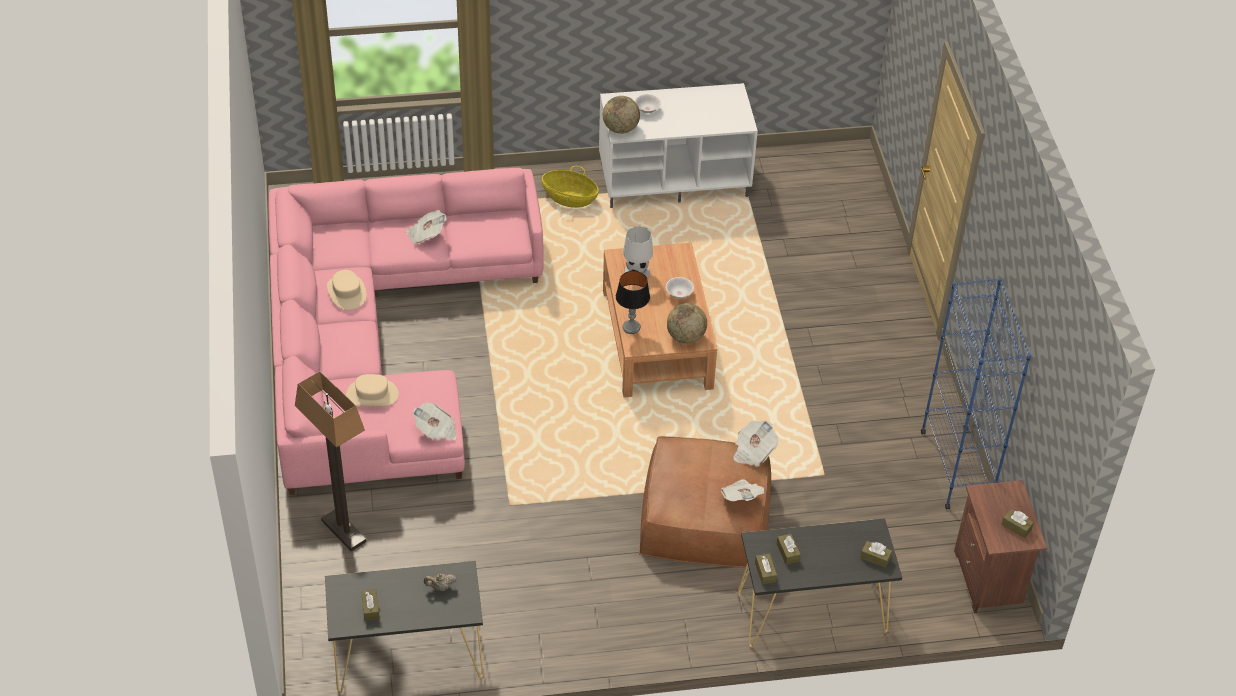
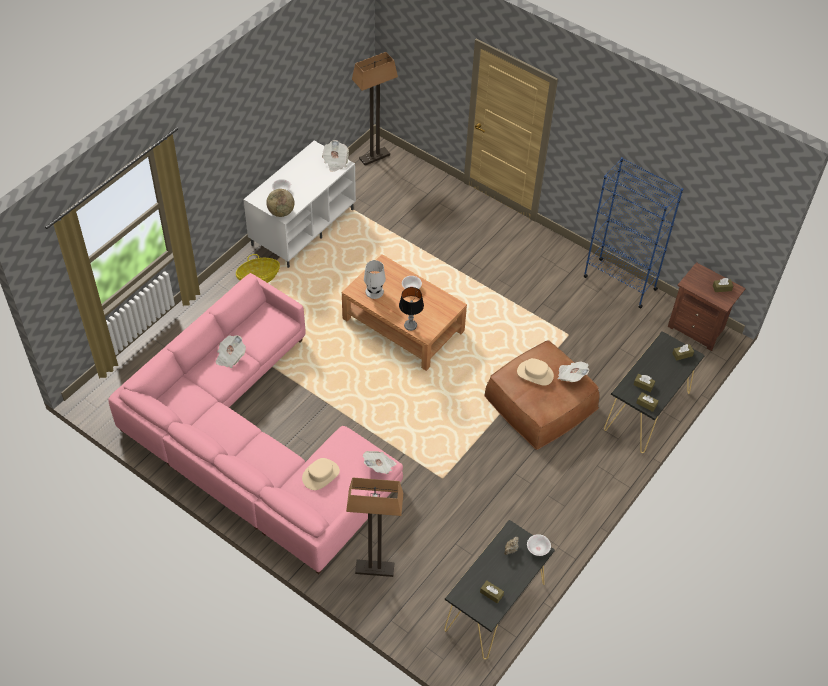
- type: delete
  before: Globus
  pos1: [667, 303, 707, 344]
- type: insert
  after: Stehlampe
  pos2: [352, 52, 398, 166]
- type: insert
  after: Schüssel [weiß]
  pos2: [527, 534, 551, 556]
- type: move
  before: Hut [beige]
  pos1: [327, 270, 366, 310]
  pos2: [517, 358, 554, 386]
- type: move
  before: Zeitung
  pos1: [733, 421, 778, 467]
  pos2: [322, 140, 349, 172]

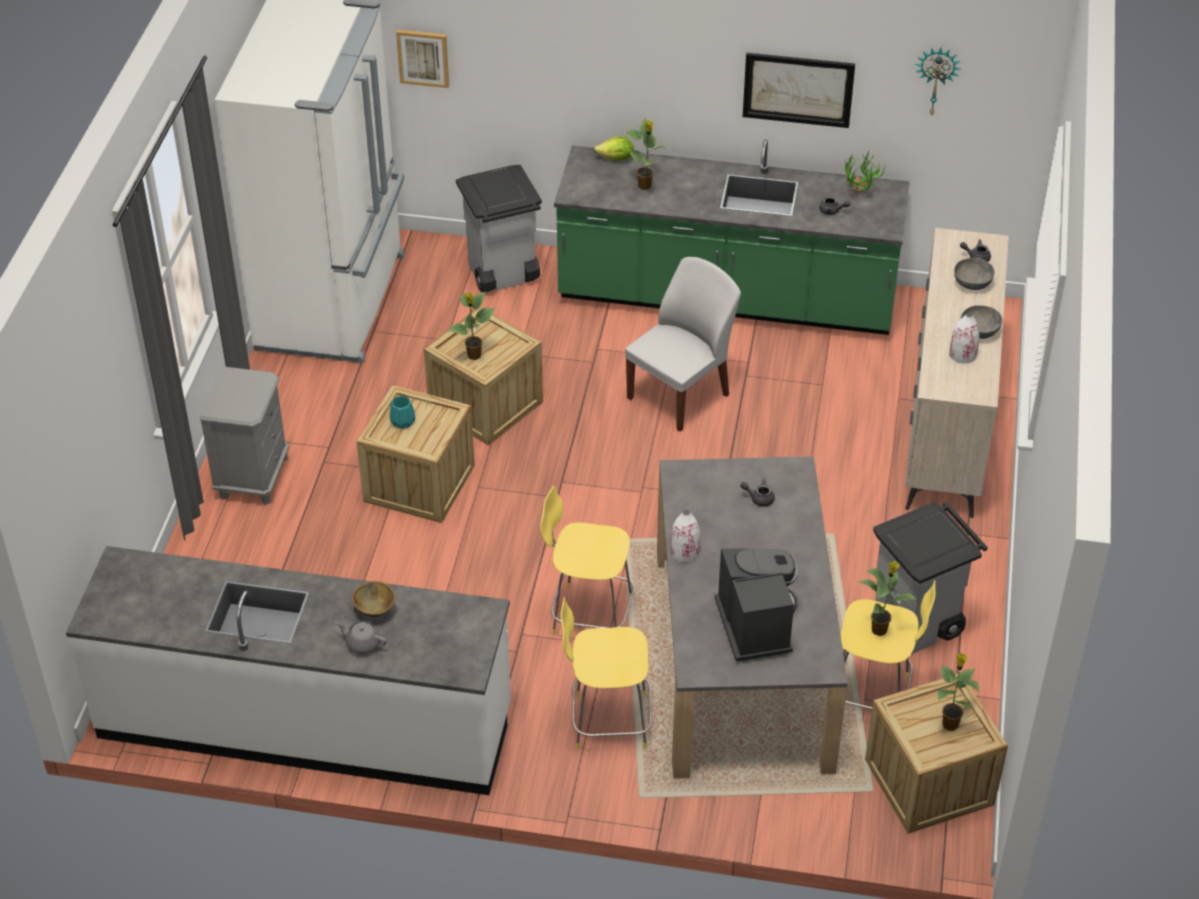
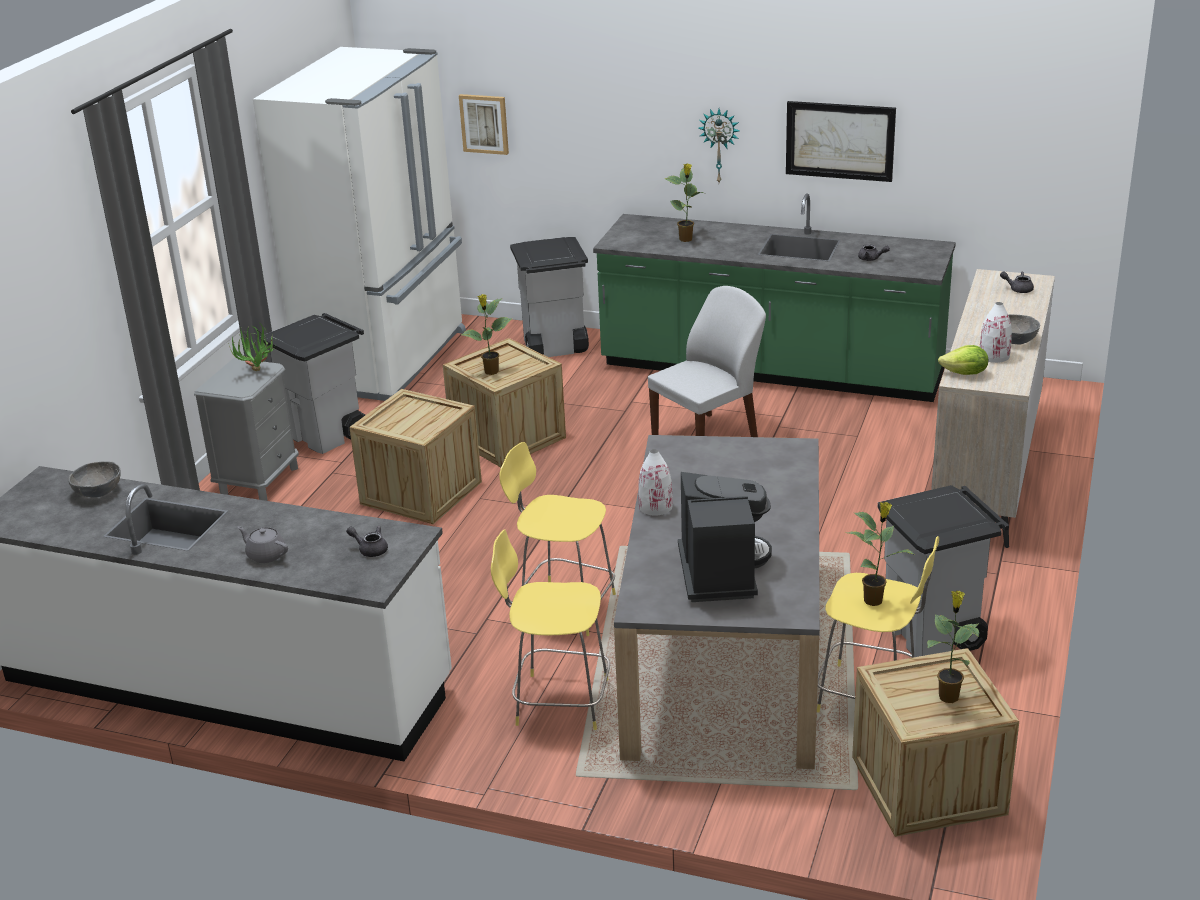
- type: delete
  before: Schüssel [braun]
  pos1: [352, 581, 395, 617]
- type: delete
  before: Vase [türkis]
  pos1: [390, 396, 415, 429]
- type: insert
  after: Mülleimer [grau]
  pos2: [260, 313, 365, 454]
- type: move
  before: Salatkopf
  pos1: [594, 136, 634, 161]
  pos2: [938, 345, 988, 375]
- type: move
  before: Teekanne [grau]
  pos1: [740, 479, 775, 507]
  pos2: [346, 526, 388, 557]
- type: move
  before: Topfpflanze
  pos1: [845, 150, 886, 192]
  pos2: [228, 322, 276, 371]
- type: move
  before: Wanduhr
  pos1: [915, 48, 961, 117]
  pos2: [698, 109, 740, 183]
- type: move
  before: Schüssel [grau]
  pos1: [954, 258, 995, 290]
  pos2: [68, 462, 121, 497]

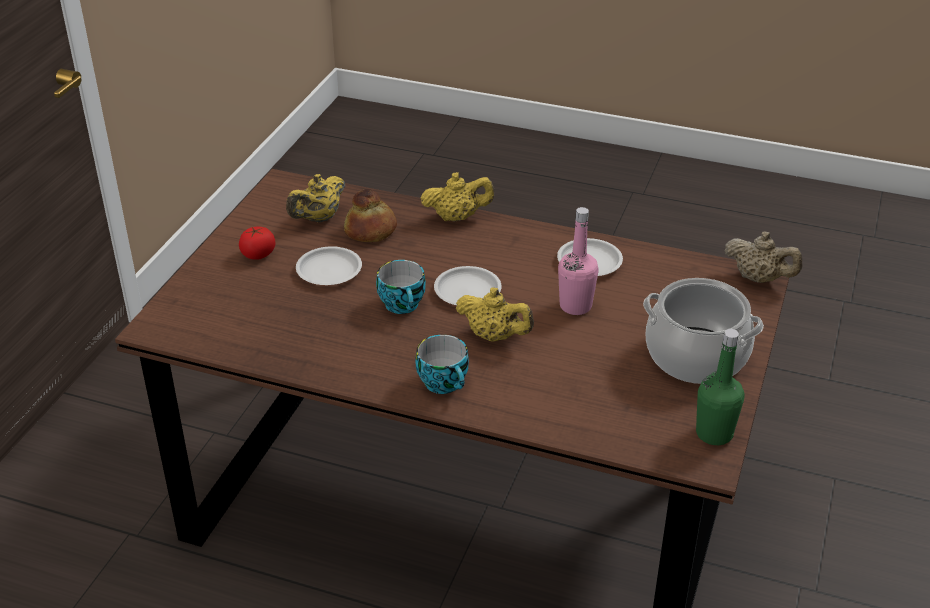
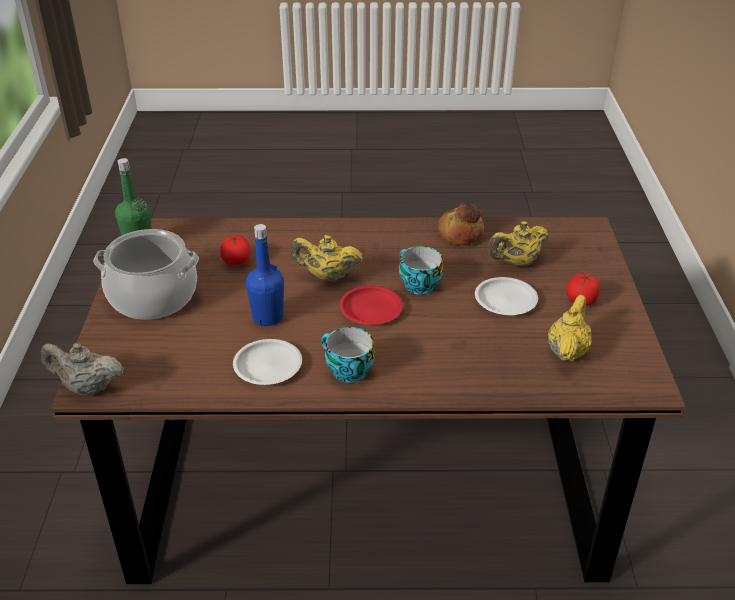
- type: insert
  after: Tomate
  pos2: [220, 235, 251, 265]
- type: move
  before: Brot
  pos1: [344, 189, 397, 242]
  pos2: [437, 202, 484, 245]
- type: move
  before: Tasse
  pos1: [415, 335, 469, 394]
  pos2: [321, 327, 375, 383]
- type: move
  before: Teekanne [gelb]
  pos1: [420, 172, 494, 221]
  pos2: [488, 221, 549, 267]
- type: recolor
  before: Teller [weiß]
  after: Teller [rot]
  pos1: [434, 266, 502, 305]
  pos2: [339, 286, 403, 325]
- type: recolor
  before: Flasche [rosa]
  after: Flasche [blau]
  pos1: [558, 207, 599, 315]
  pos2: [246, 224, 284, 326]

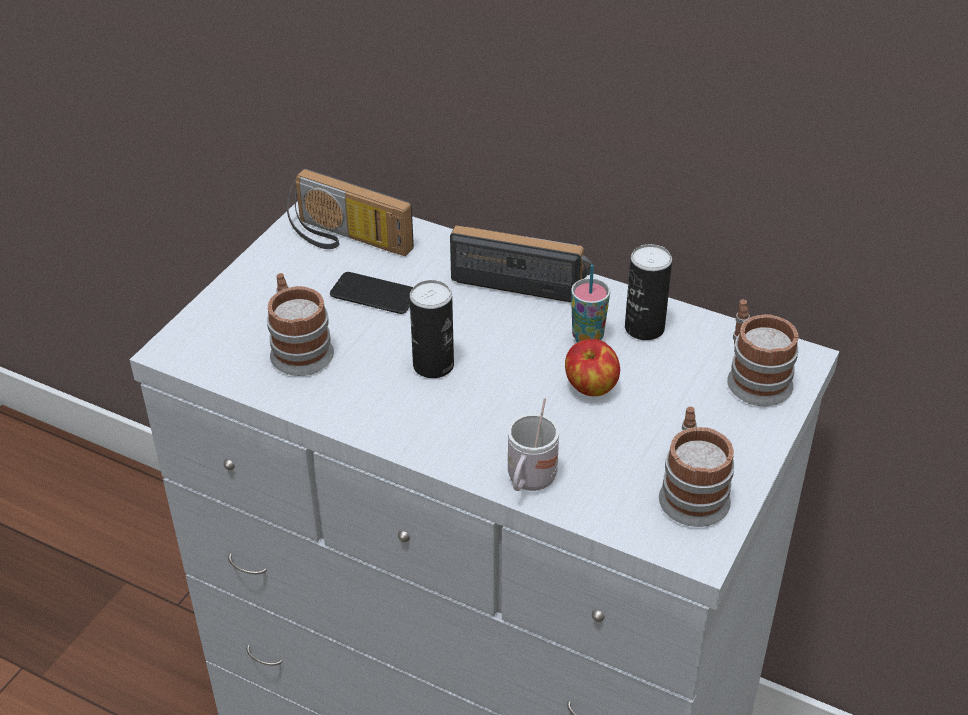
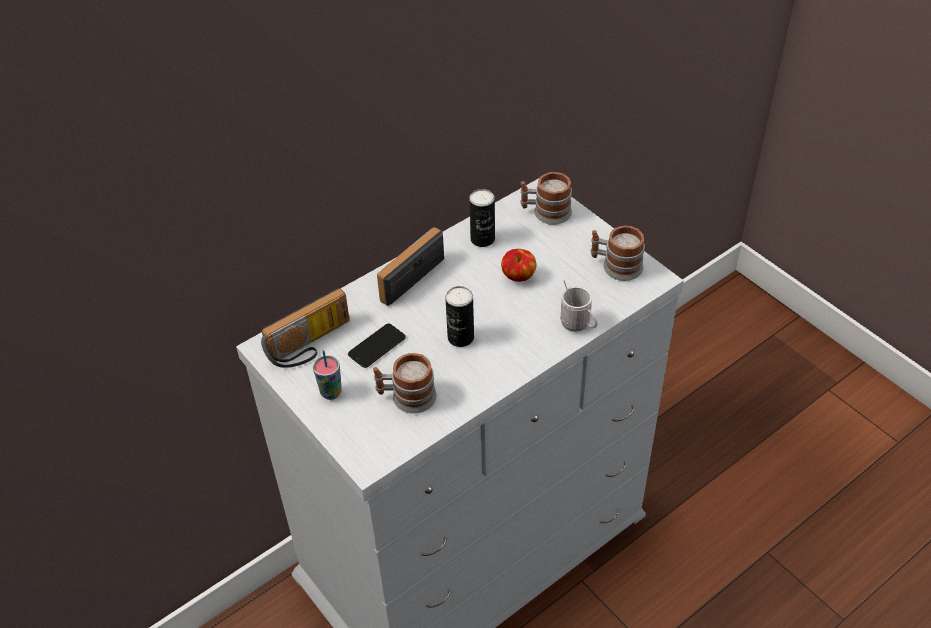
- type: move
  before: Tasse
  pos1: [571, 265, 610, 343]
  pos2: [313, 350, 342, 400]

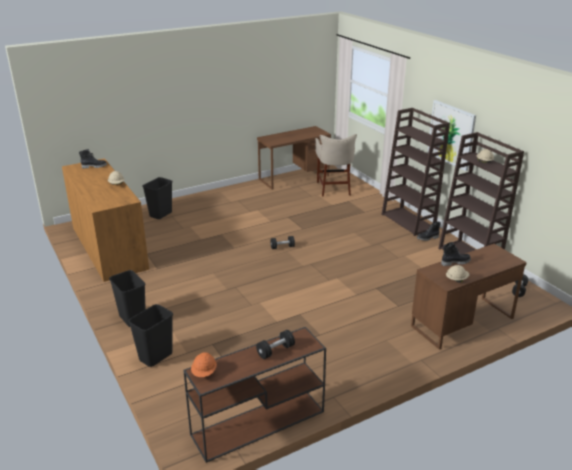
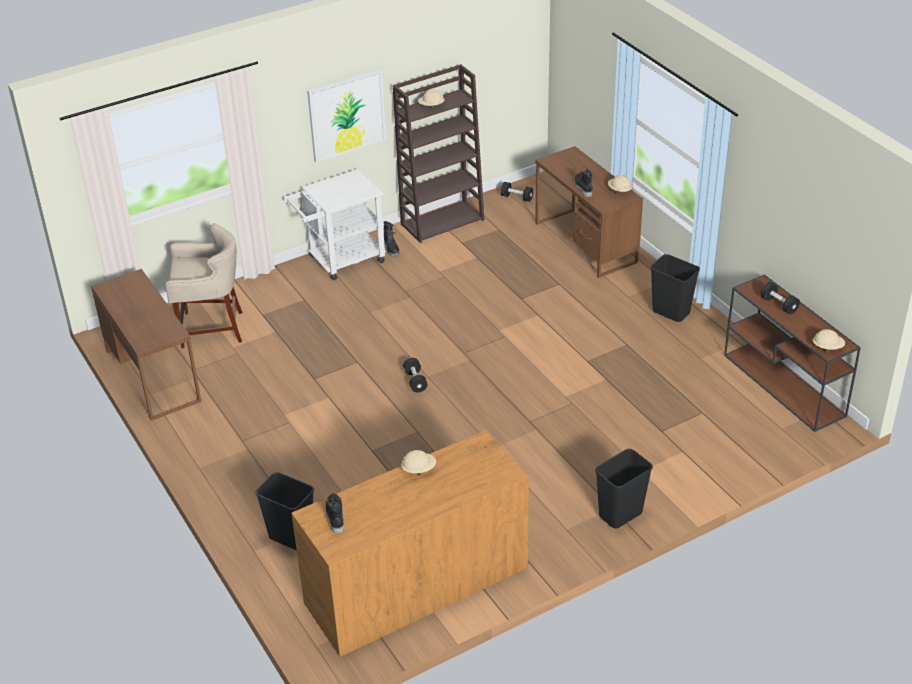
- type: move
  before: Mülleimer [schwarz]
  pos1: [128, 304, 173, 367]
  pos2: [650, 254, 700, 322]
- type: replace
  before: Bücherregal [braun]
  after: Rollwagen [weiß]
  pos1: [382, 108, 450, 236]
  pos2: [284, 169, 386, 280]
- type: recolor
  before: Schutzhelm [orange]
  after: Schutzhelm [beige]
  pos1: [191, 352, 217, 377]
  pos2: [813, 329, 845, 352]

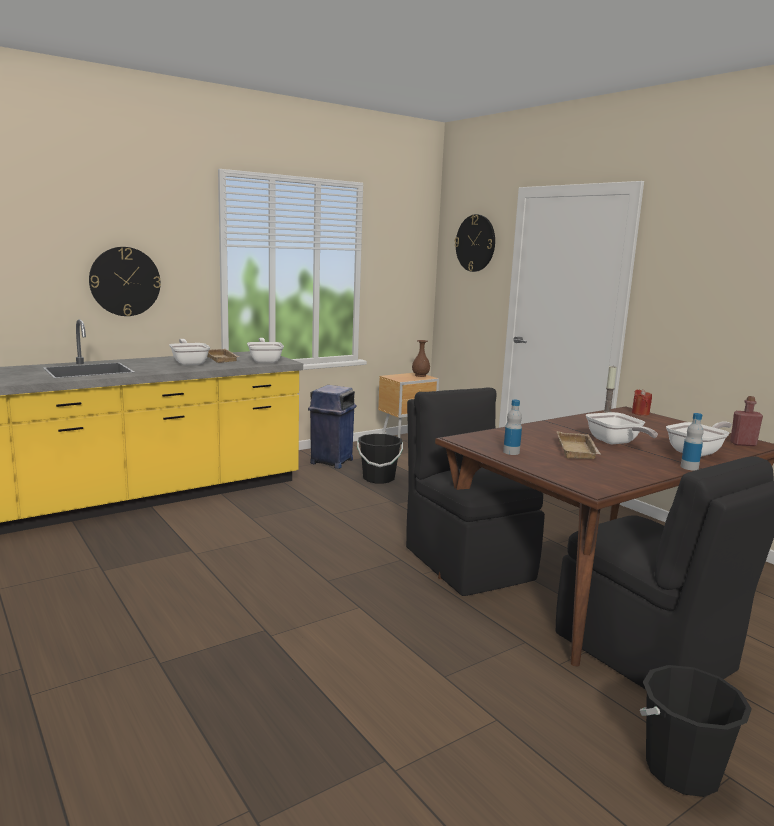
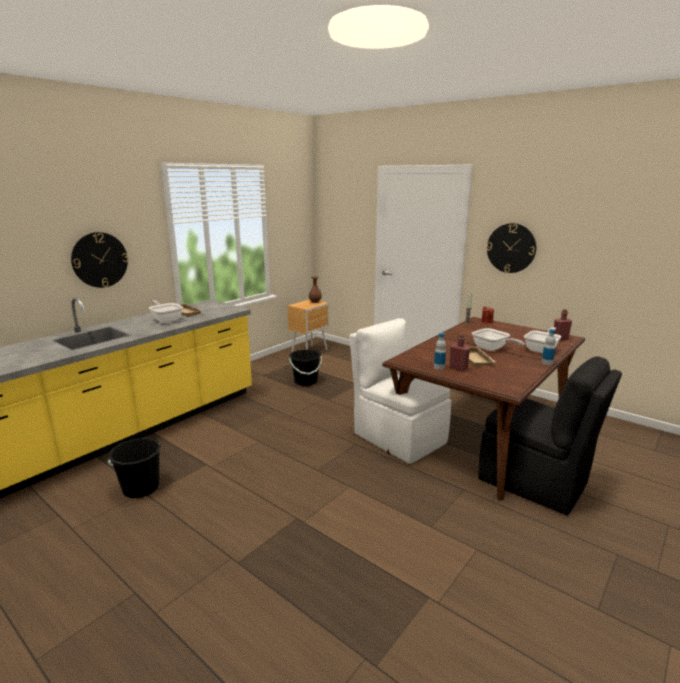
- type: delete
  before: Pfanne
  pos1: [247, 338, 284, 363]
- type: delete
  before: Mülleimer [blau]
  pos1: [308, 385, 356, 469]
- type: insert
  after: Flasche [rot]
  pos2: [449, 334, 470, 371]
- type: move
  before: Wanduhr
  pos1: [455, 214, 495, 272]
  pos2: [487, 223, 536, 273]
- type: move
  before: Eimer [schwarz]
  pos1: [640, 665, 752, 797]
  pos2: [108, 438, 161, 498]
- type: recolor
  before: Stuhl [schwarz]
  after: Stuhl [weiß]
  pos1: [406, 387, 545, 596]
  pos2: [349, 318, 451, 464]

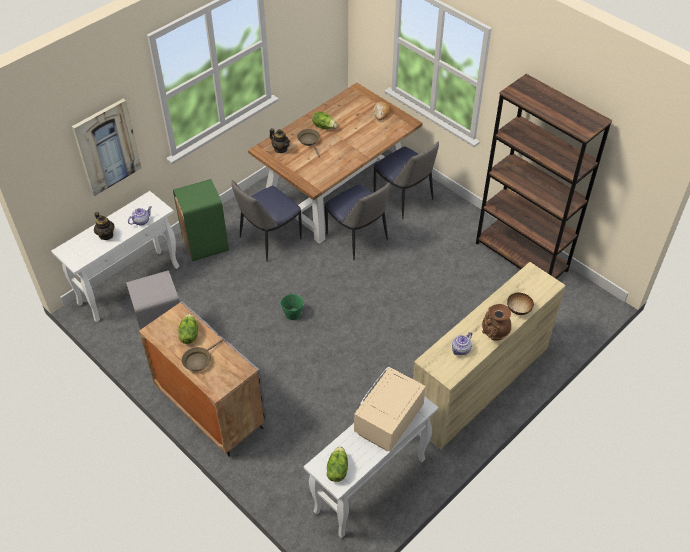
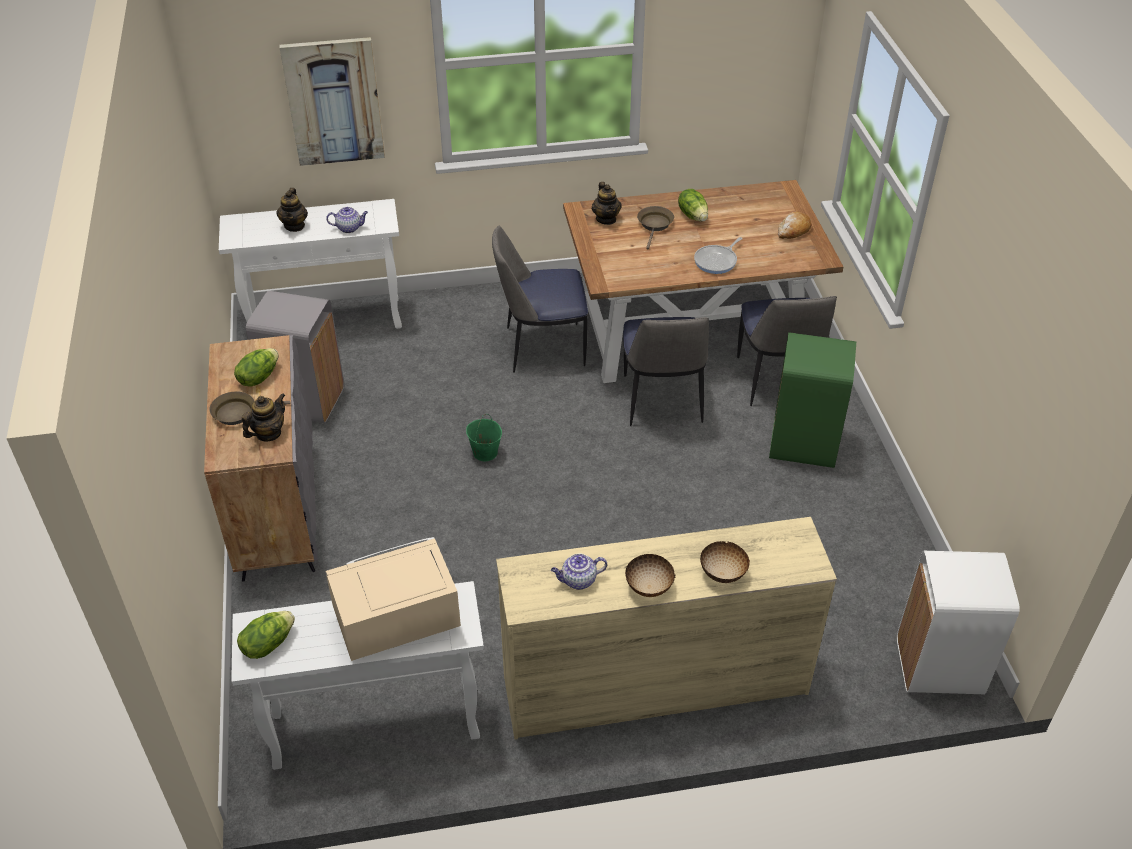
- type: delete
  before: Bücherregal [braun]
  pos1: [476, 74, 612, 279]
- type: insert
  after: Teekanne
  pos2: [242, 393, 285, 442]
- type: insert
  after: Pfanne
  pos2: [694, 237, 742, 274]
- type: insert
  after: Mülleimer [weiß]
  pos2: [897, 551, 1020, 694]
- type: move
  before: Mülleimer [grün]
  pos1: [173, 179, 229, 261]
  pos2: [769, 332, 856, 468]
- type: replace
  before: Vase [braun]
  after: Schüssel
  pos1: [482, 304, 511, 341]
  pos2: [625, 554, 676, 597]

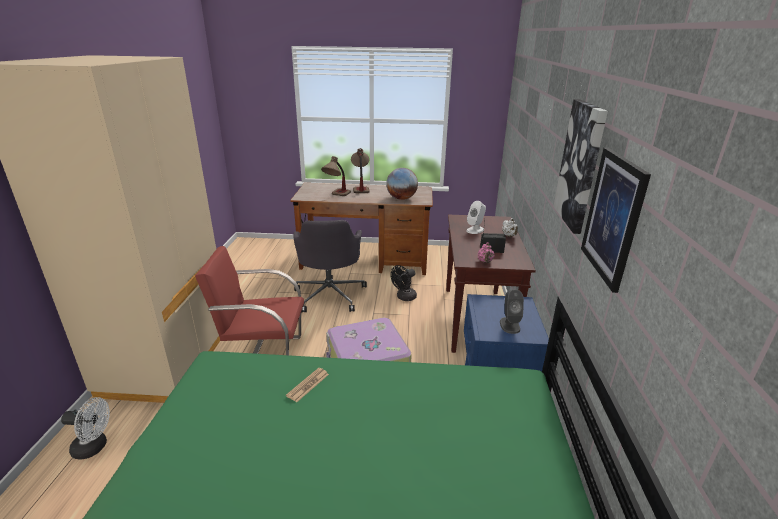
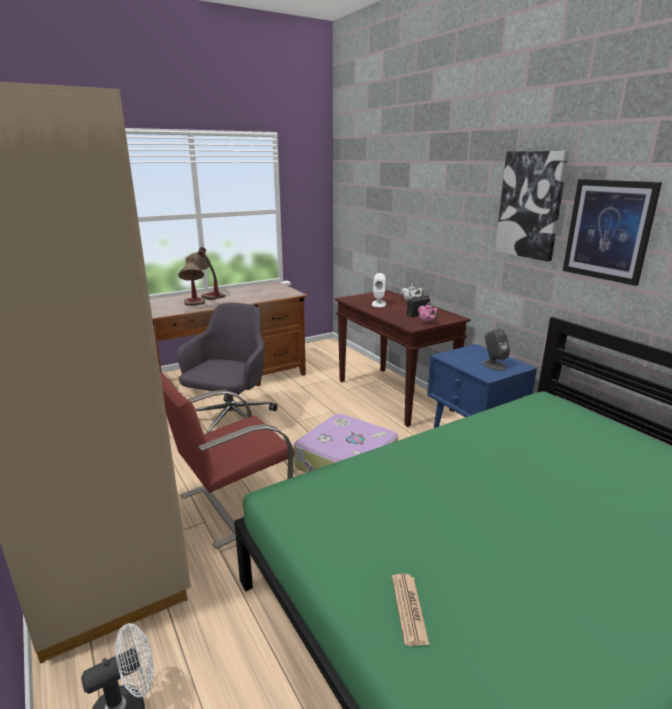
- type: delete
  before: Globus
  pos1: [386, 168, 418, 200]
- type: delete
  before: Ventilator [schwarz]
  pos1: [390, 265, 417, 301]
- type: move
  before: Zeitung
  pos1: [286, 368, 329, 402]
  pos2: [392, 574, 430, 646]
- type: rotate
  before: Bürostuhl [grau]
  pos1: [293, 220, 367, 313]
  pos2: [177, 303, 277, 433]
  turn: -120

